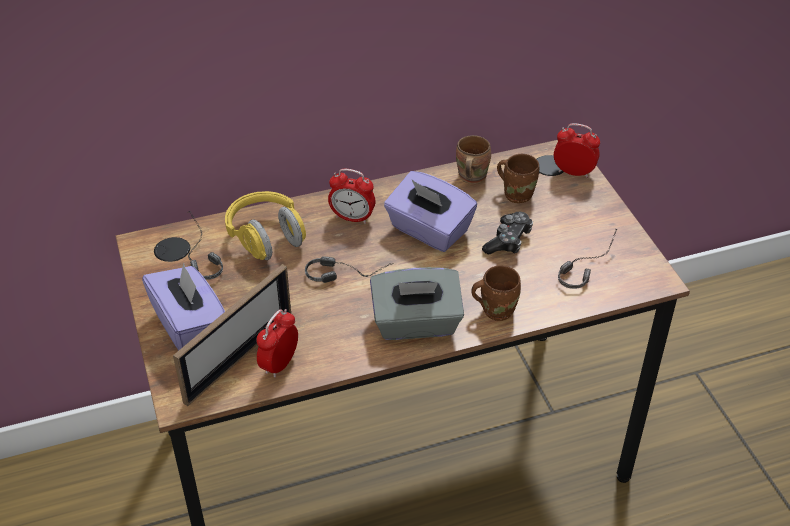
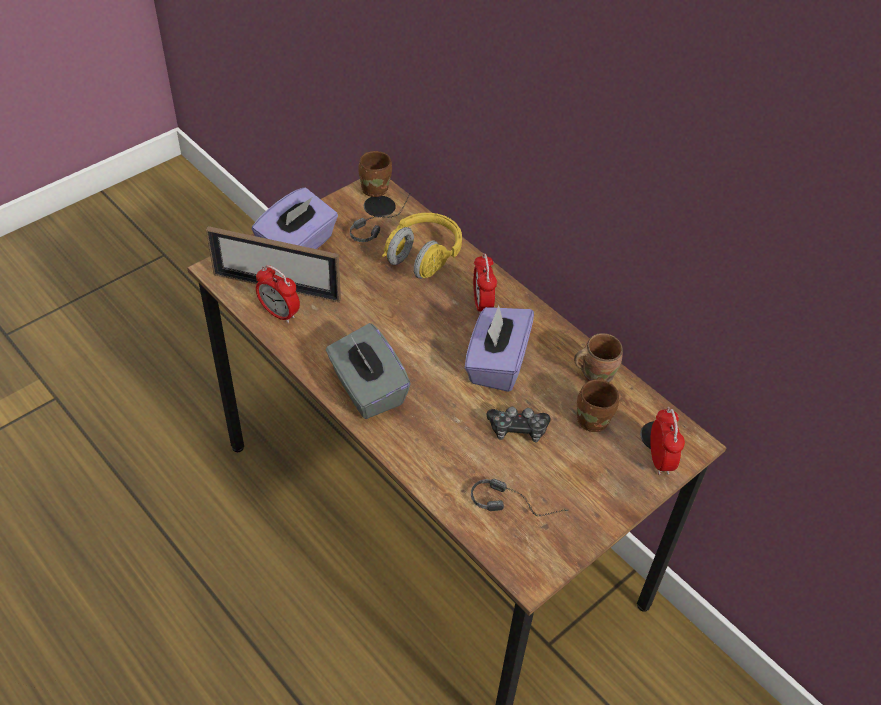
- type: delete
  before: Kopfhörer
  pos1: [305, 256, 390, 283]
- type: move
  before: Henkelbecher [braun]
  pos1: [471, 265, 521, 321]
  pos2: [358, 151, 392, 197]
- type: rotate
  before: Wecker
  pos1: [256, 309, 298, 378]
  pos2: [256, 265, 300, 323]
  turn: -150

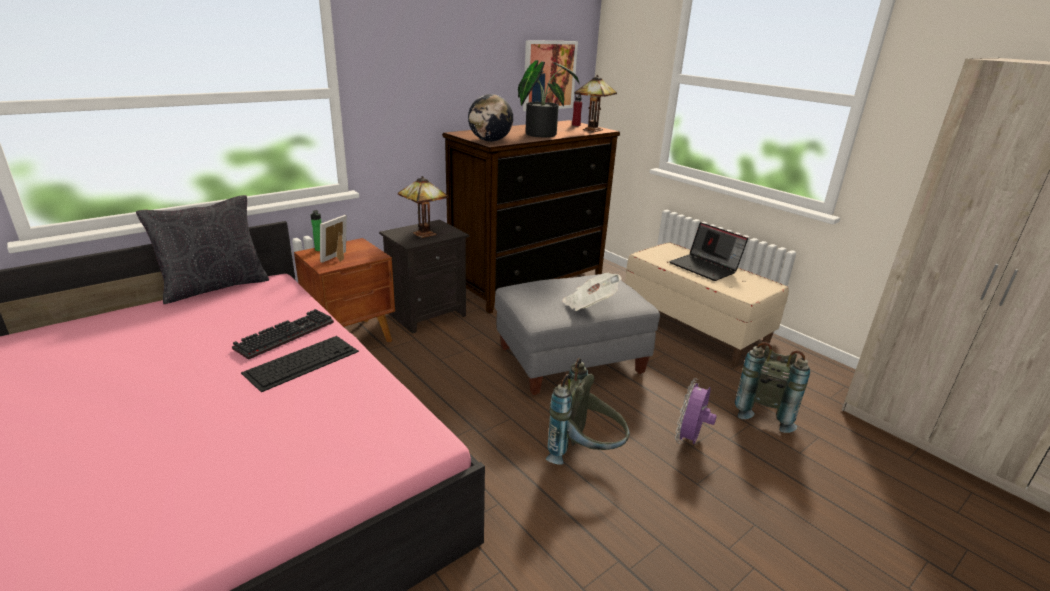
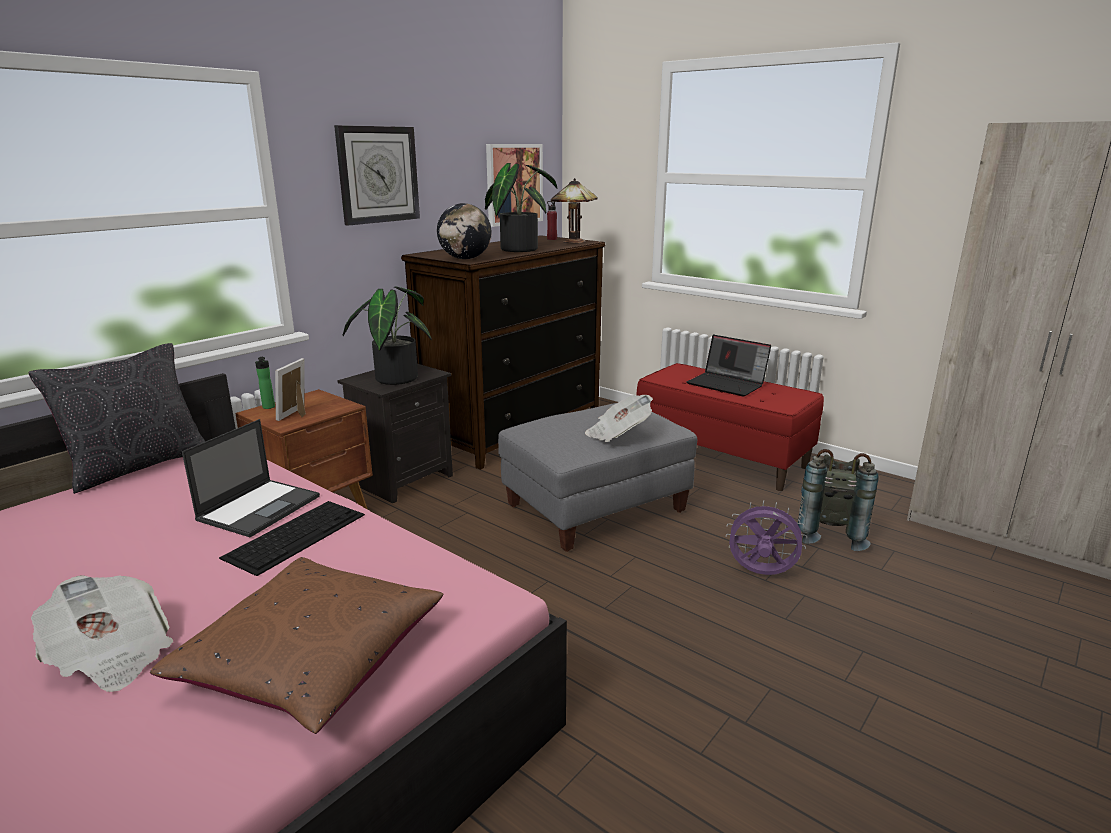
- type: delete
  before: Rucksack [grau]
  pos1: [546, 358, 630, 465]
- type: insert
  after: Zeitung
  pos2: [31, 575, 173, 692]
- type: insert
  after: Kissen [braun]
  pos2: [150, 557, 443, 734]
- type: insert
  after: Wanduhr
  pos2: [334, 125, 420, 226]
- type: replace
  before: Tastatur
  after: Laptop
  pos1: [232, 309, 334, 360]
  pos2: [182, 419, 320, 537]
- type: replace
  before: Tischlampe
  after: Topfpflanze
  pos1: [398, 176, 448, 238]
  pos2: [343, 286, 432, 385]
- type: recolor
  before: Bank [beige]
  after: Bank [rot]
  pos1: [625, 242, 789, 367]
  pos2: [636, 363, 824, 491]
- type: rotate
  before: Ventilator [lila]
  pos1: [675, 378, 717, 445]
  pos2: [726, 500, 807, 575]
  turn: 90

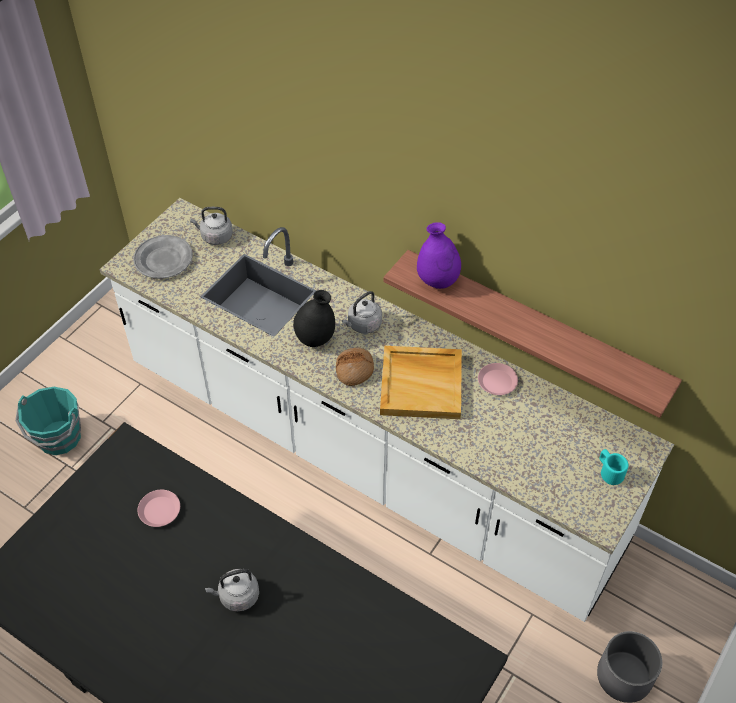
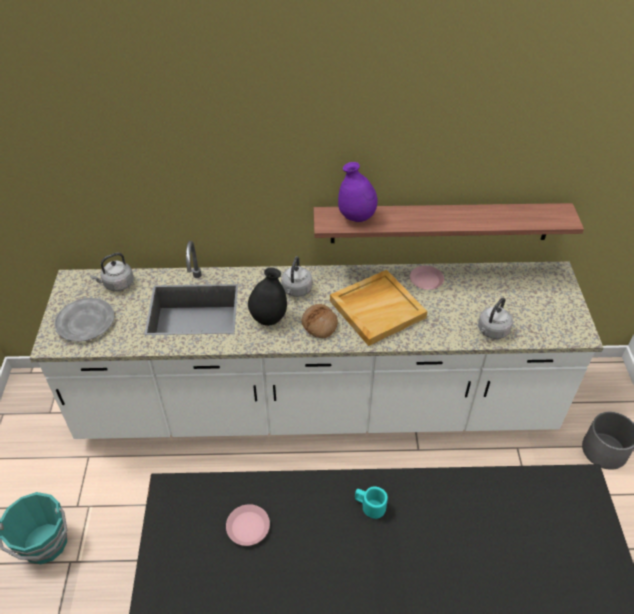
- type: move
  before: Wasserkessel [grau]
  pos1: [205, 569, 259, 612]
  pos2: [478, 297, 513, 339]
- type: move
  before: Henkelbecher [türkis]
  pos1: [600, 449, 629, 485]
  pos2: [355, 487, 388, 519]

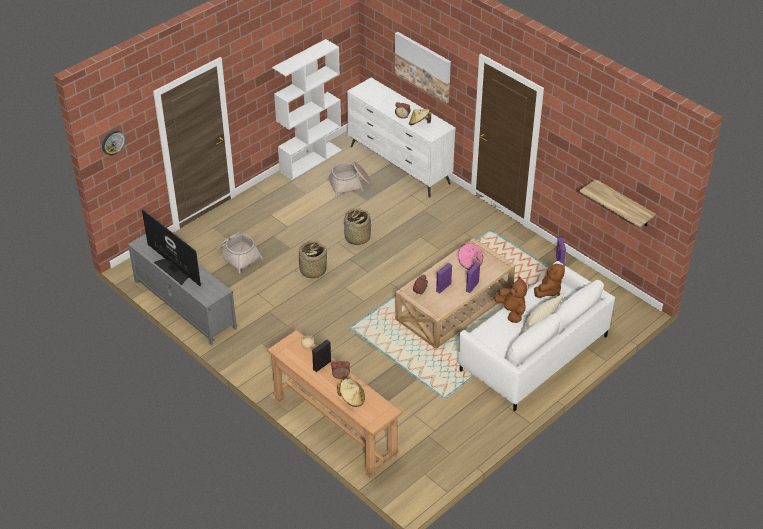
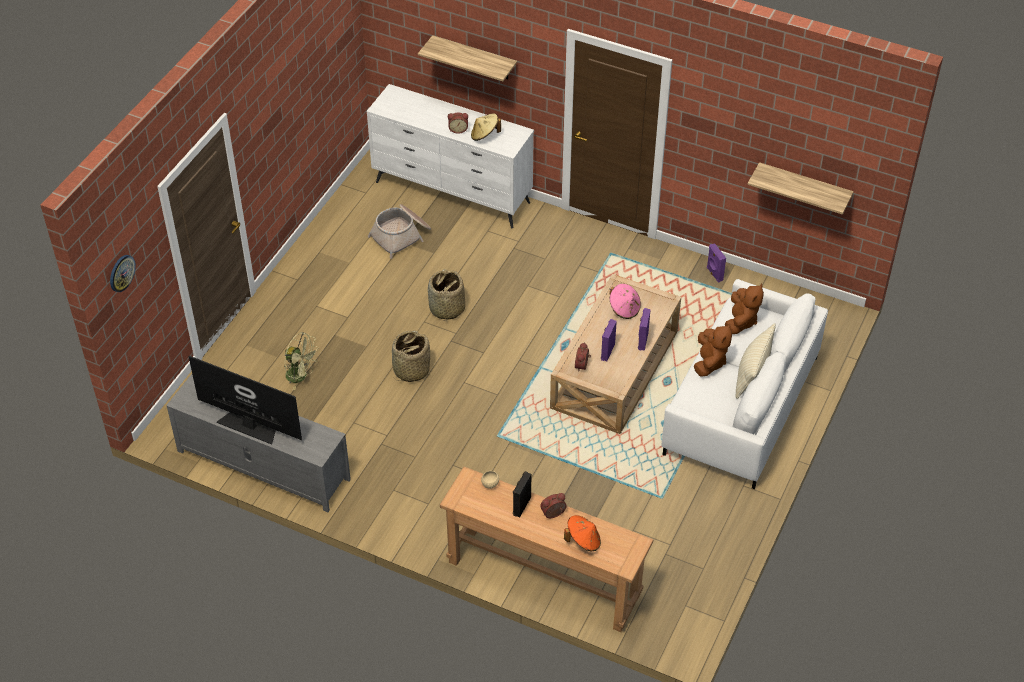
- type: delete
  before: Bücherregal [weiß]
  pos1: [272, 39, 342, 180]
- type: replace
  before: Korb
  after: Ventilator [grün]
  pos1: [215, 232, 263, 273]
  pos2: [284, 332, 319, 390]
- type: replace
  before: Bild
  after: Wandregal
  pos1: [395, 32, 451, 104]
  pos2: [418, 35, 517, 81]
- type: recolor
  before: Hut [beige]
  after: Hut [orange]
  pos1: [337, 379, 365, 407]
  pos2: [564, 515, 601, 551]
- type: rotate
  before: Plüschtier [braun]
  pos1: [494, 276, 527, 323]
  pos2: [694, 323, 732, 377]
  turn: 60

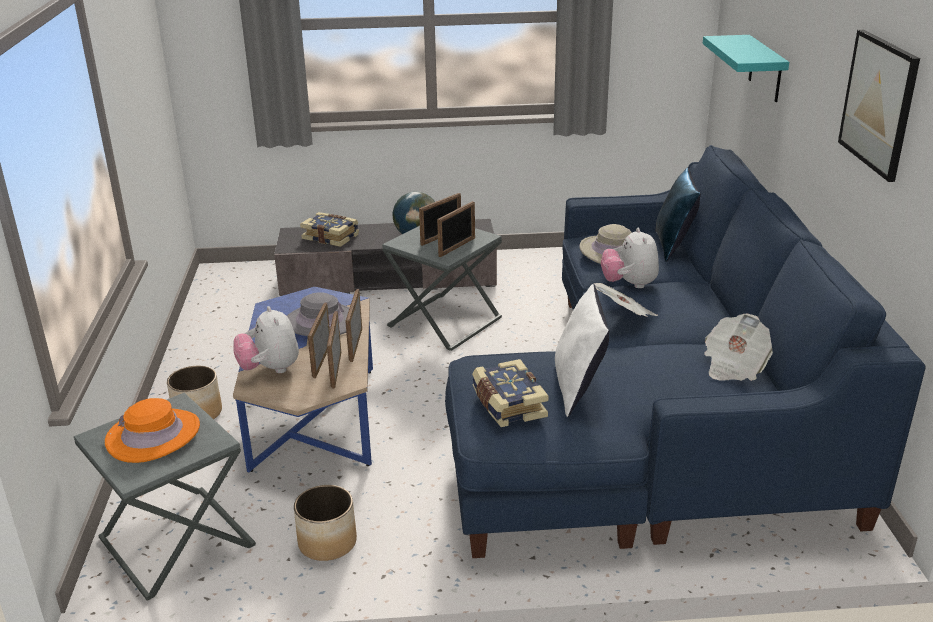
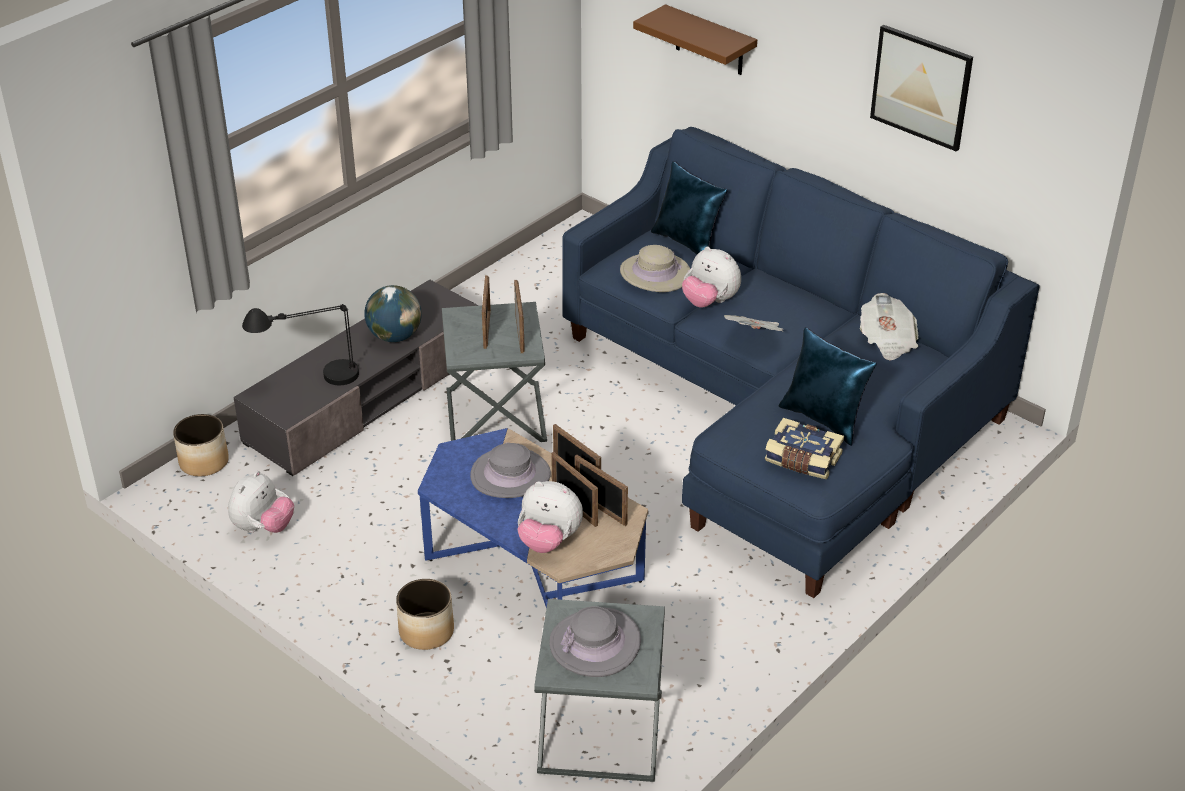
- type: insert
  after: Plüschtier
  pos2: [228, 471, 294, 533]
- type: move
  before: Pflanzkübel
  pos1: [294, 485, 357, 561]
  pos2: [173, 414, 229, 476]
- type: replace
  before: Buch
  after: Tischlampe [schwarz]
  pos1: [300, 212, 359, 247]
  pos2: [242, 304, 359, 385]
- type: recolor
  before: Hut [orange]
  after: Hut [grau]
  pos1: [105, 398, 200, 463]
  pos2: [549, 606, 641, 677]
- type: recolor
  before: Kissen [weiß]
  after: Kissen [blau]
  pos1: [555, 284, 609, 417]
  pos2: [779, 327, 877, 446]
- type: recolor
  before: Wandregal [türkis]
  after: Wandregal [braun]
  pos1: [703, 35, 789, 102]
  pos2: [633, 4, 757, 75]

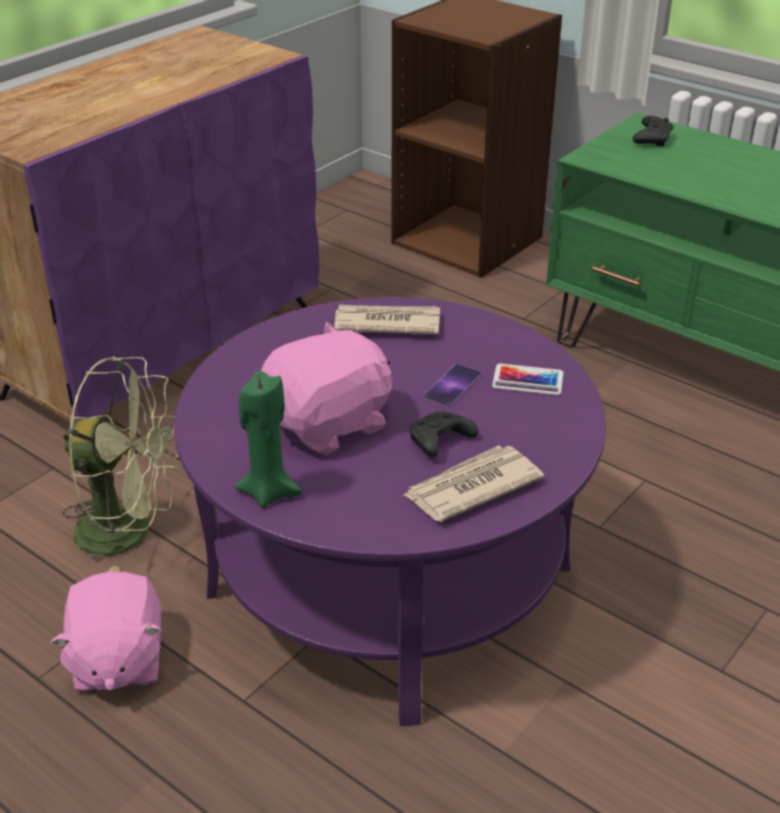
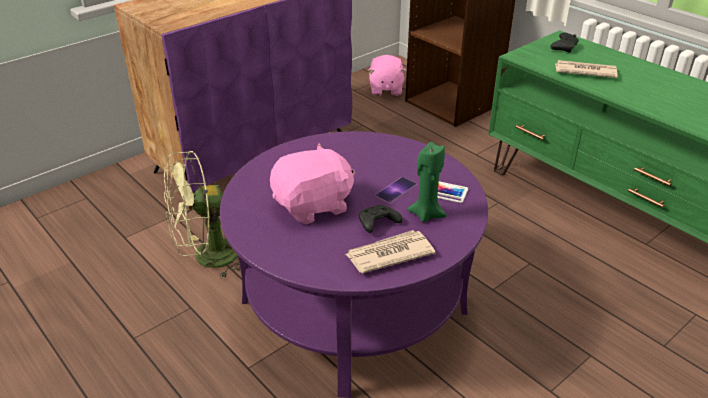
- type: move
  before: Plüschtier [rosa]
  pos1: [50, 572, 162, 693]
  pos2: [368, 55, 407, 96]
- type: move
  before: Kerze [grün]
  pos1: [234, 371, 302, 508]
  pos2: [407, 142, 447, 223]
- type: move
  before: Zeitung
  pos1: [334, 305, 440, 334]
  pos2: [555, 60, 618, 78]
- type: rotate
  before: Ventilator [grün]
  pos1: [63, 357, 183, 572]
  pos2: [164, 151, 241, 279]
  turn: 135

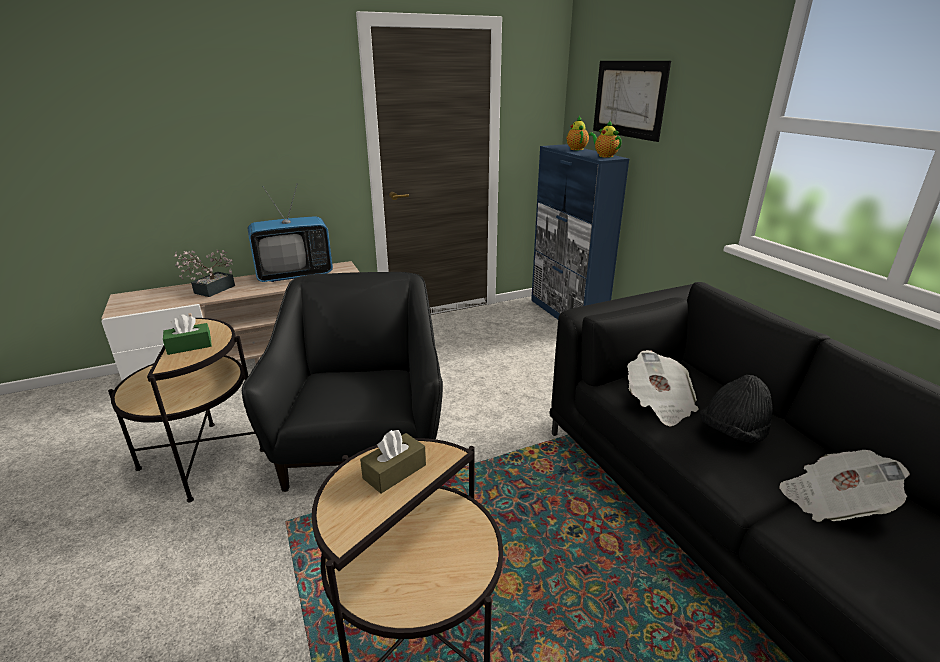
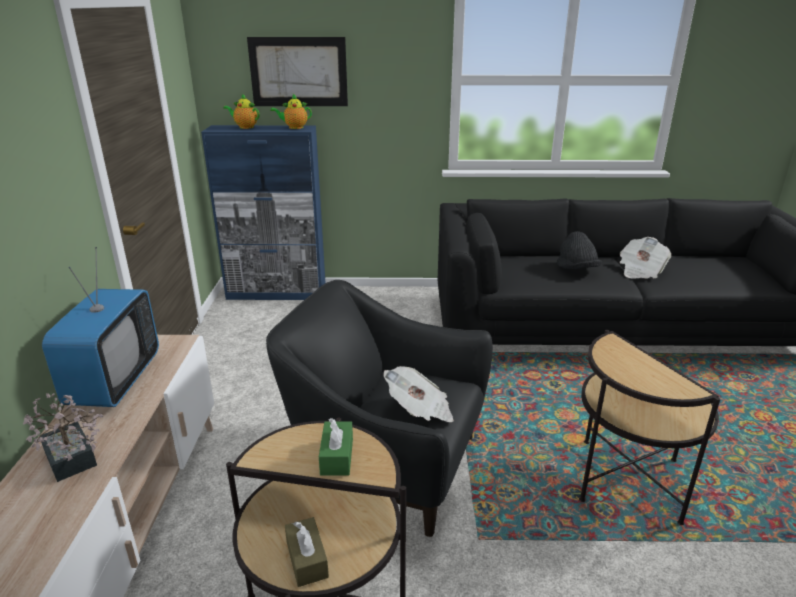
- type: move
  before: Taschentuchbox [braun]
  pos1: [360, 430, 426, 494]
  pos2: [285, 517, 329, 587]
- type: move
  before: Zeitung
  pos1: [627, 350, 699, 427]
  pos2: [383, 366, 454, 422]

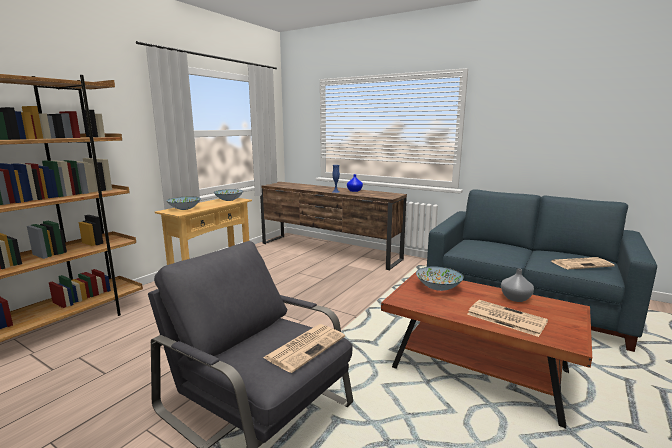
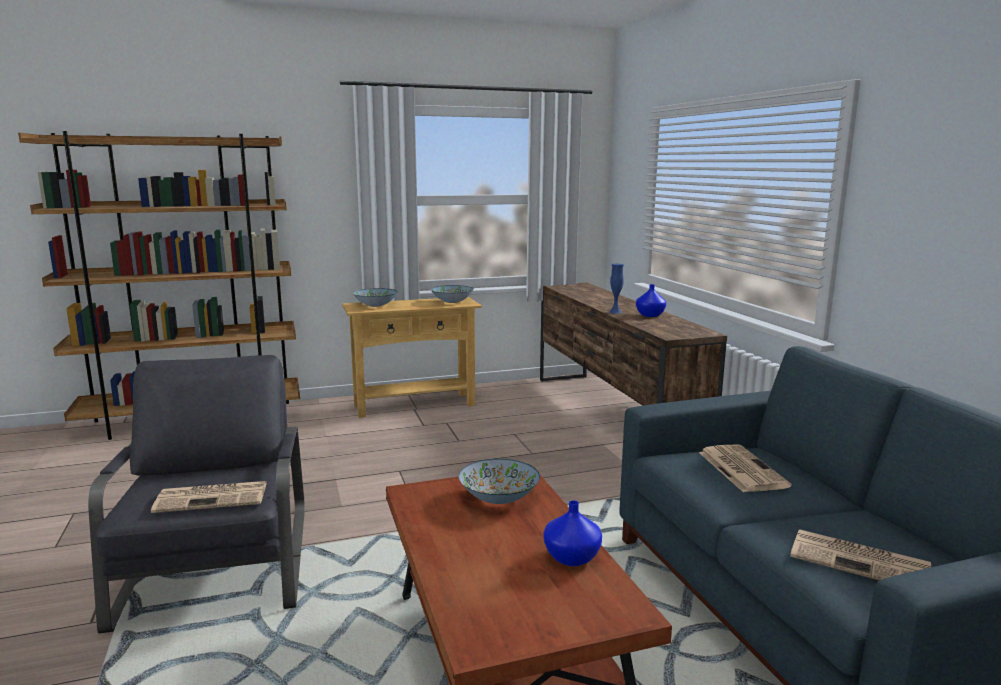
- type: move
  before: Zeitung
  pos1: [467, 300, 548, 337]
  pos2: [699, 444, 792, 492]
- type: recolor
  before: Vase [grau]
  after: Vase [blau]
  pos1: [501, 269, 534, 302]
  pos2: [544, 501, 602, 566]

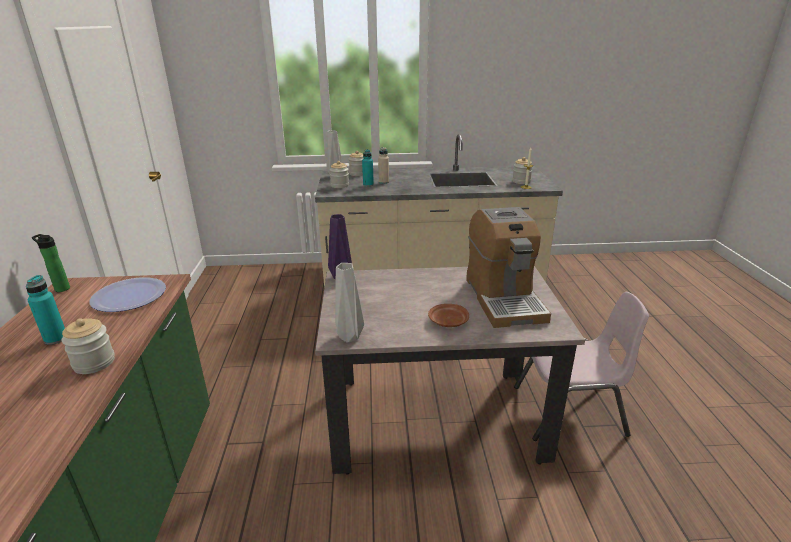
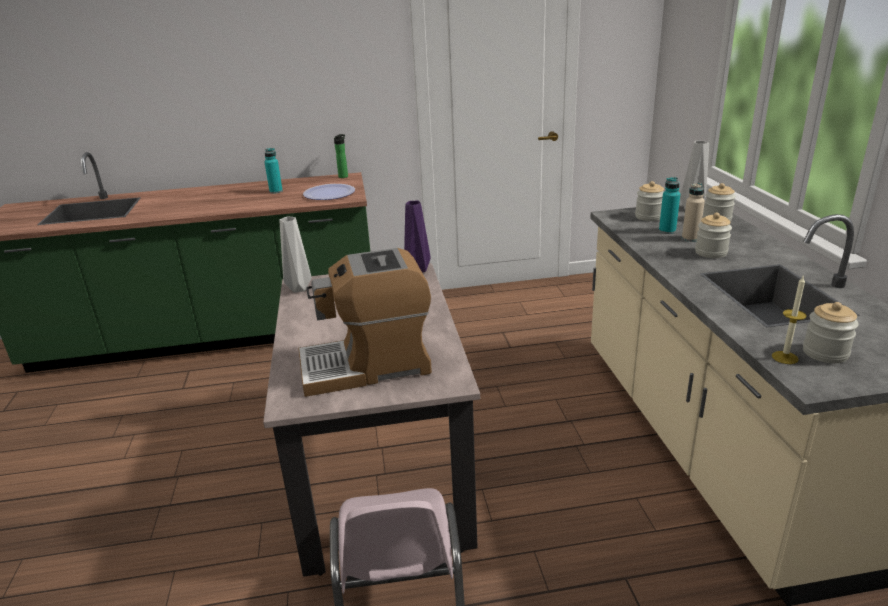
- type: delete
  before: Teller [braun]
  pos1: [428, 304, 469, 327]
- type: move
  before: Vorratsglas
  pos1: [61, 318, 115, 374]
  pos2: [695, 213, 732, 258]

